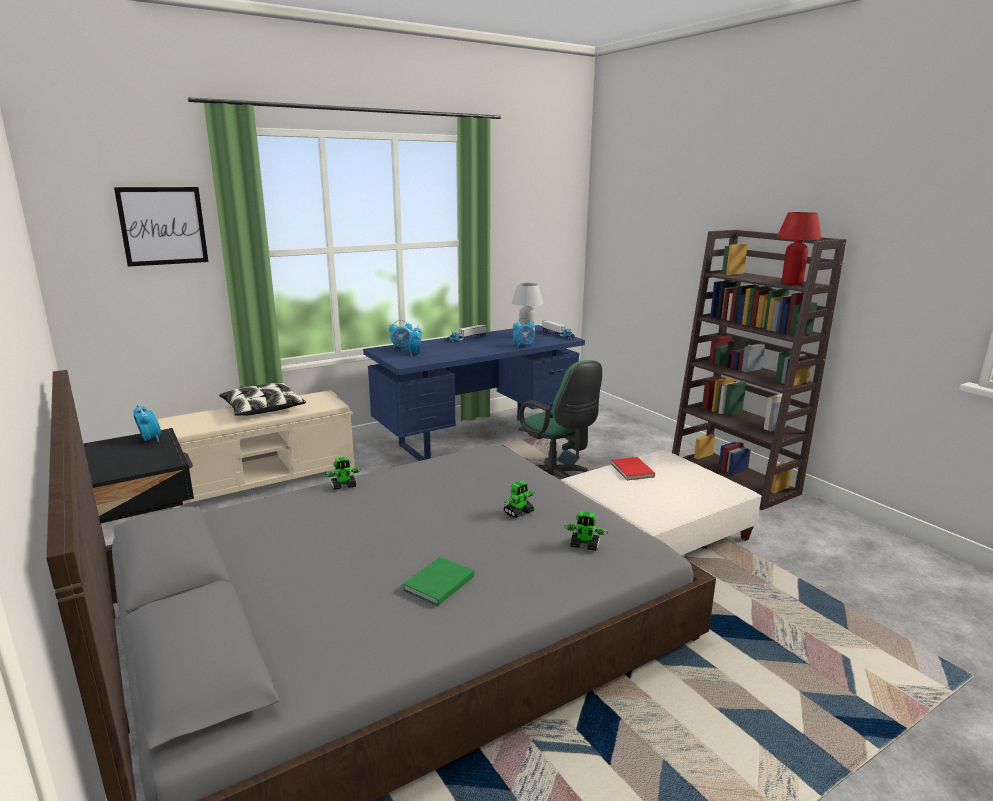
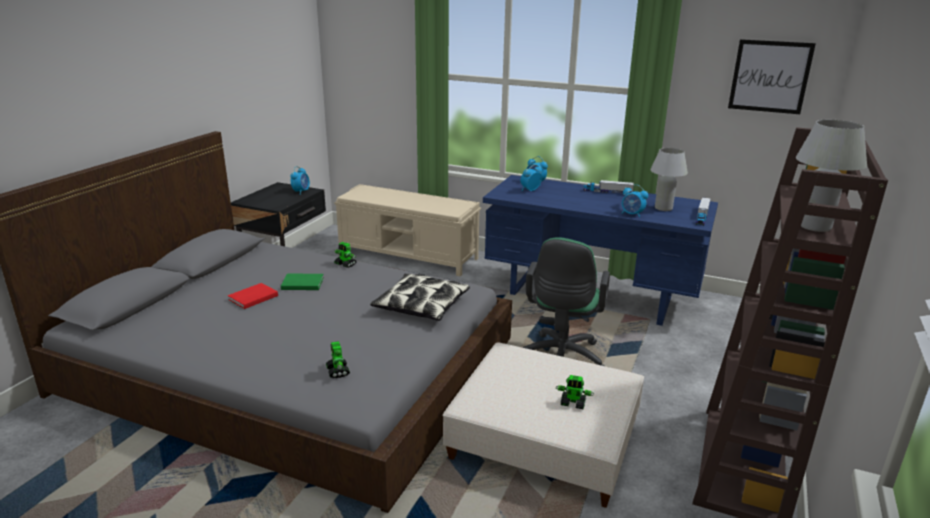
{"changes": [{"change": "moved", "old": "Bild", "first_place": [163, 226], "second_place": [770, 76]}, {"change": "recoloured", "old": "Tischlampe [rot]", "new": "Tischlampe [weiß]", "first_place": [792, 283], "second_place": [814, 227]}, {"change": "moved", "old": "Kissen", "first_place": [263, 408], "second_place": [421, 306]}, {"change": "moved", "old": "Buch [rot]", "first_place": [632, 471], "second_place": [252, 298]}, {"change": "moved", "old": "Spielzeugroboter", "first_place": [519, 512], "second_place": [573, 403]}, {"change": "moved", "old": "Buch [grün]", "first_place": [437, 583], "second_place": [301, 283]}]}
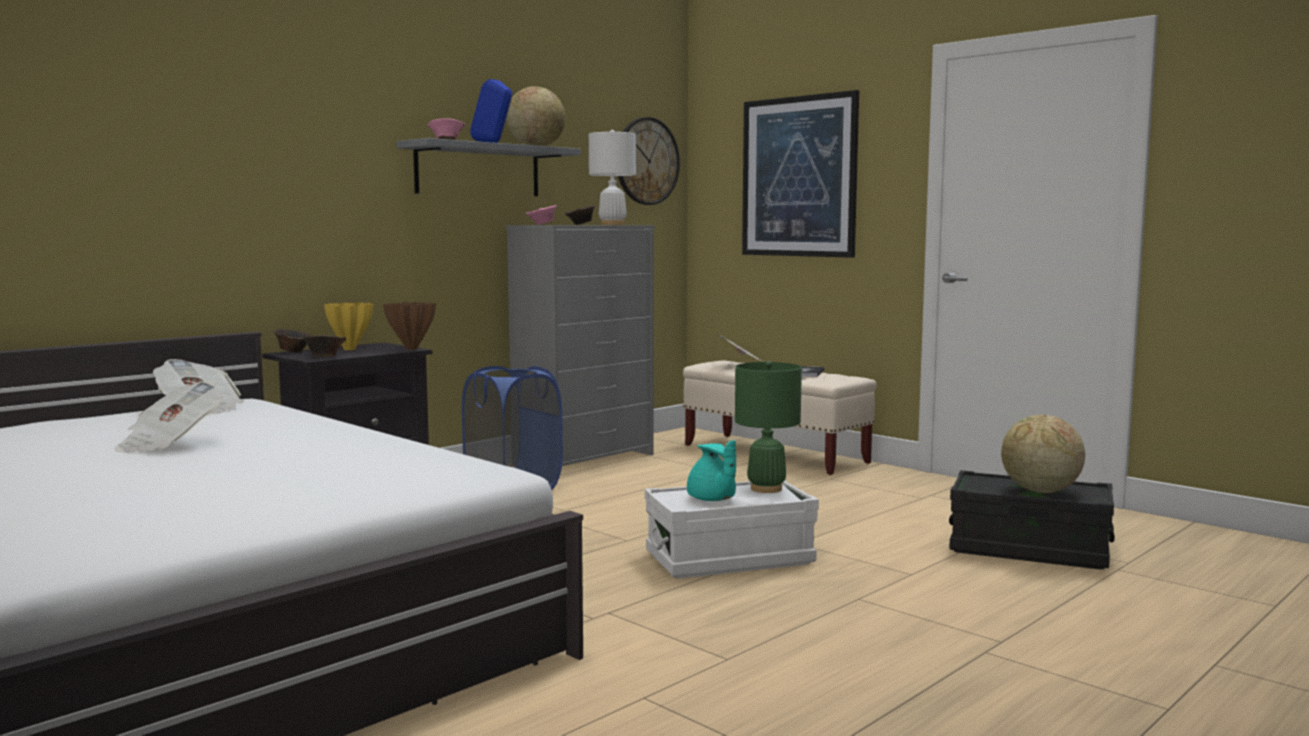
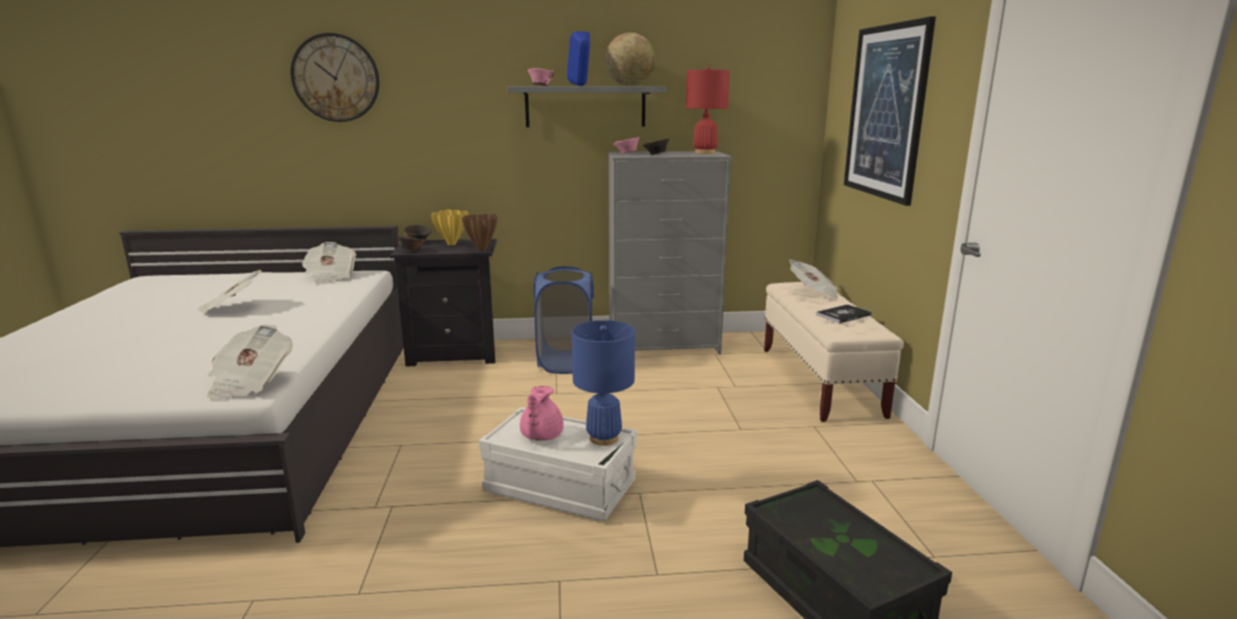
{"changes": [{"change": "moved", "old": "Wanduhr", "first_place": [646, 161], "second_place": [336, 78]}, {"change": "recoloured", "old": "Tischlampe [weiß]", "new": "Tischlampe [rot]", "first_place": [612, 224], "second_place": [705, 153]}, {"change": "recoloured", "old": "Tischlampe [grün]", "new": "Tischlampe [blau]", "first_place": [766, 489], "second_place": [603, 438]}, {"change": "removed", "old": "Globus", "first_place": [1040, 491]}, {"change": "recoloured", "old": "Teekanne [türkis]", "new": "Teekanne [rosa]", "first_place": [712, 499], "second_place": [540, 436]}, {"change": "added", "new": "Zeitung", "second_place": [250, 383]}]}
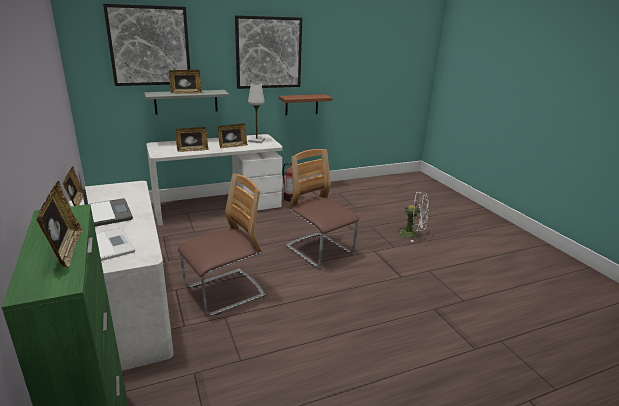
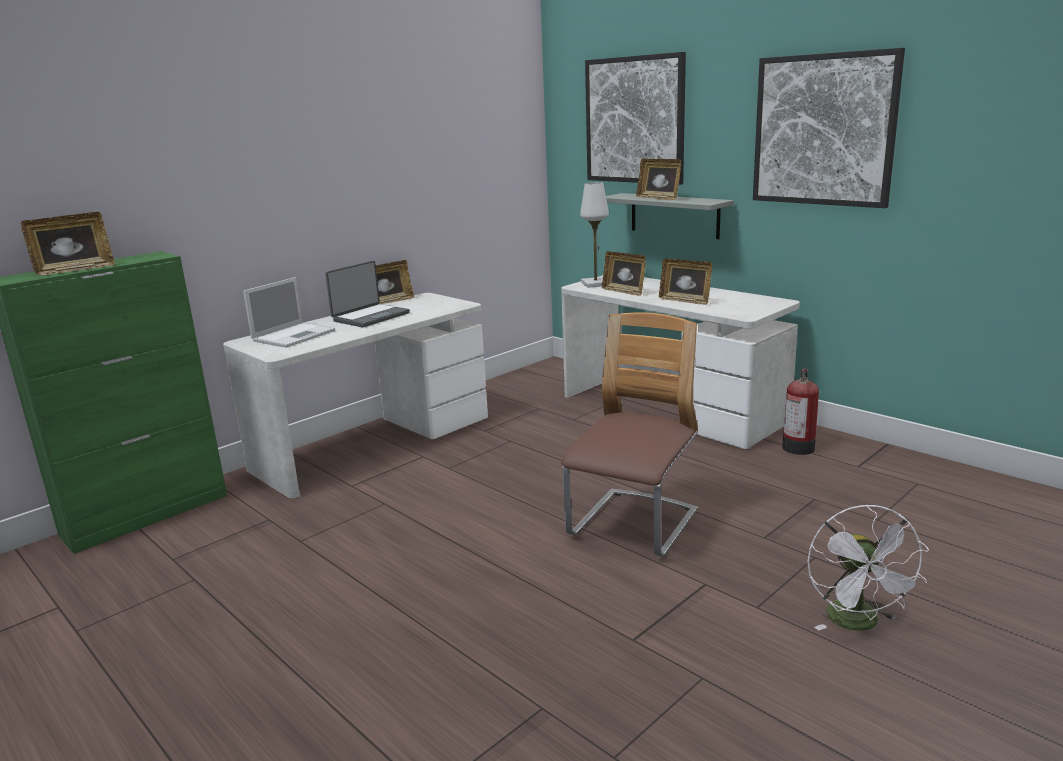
{"changes": [{"change": "moved", "old": "Tischlampe [weiß]", "first_place": [256, 140], "second_place": [595, 284]}, {"change": "removed", "old": "Wandregal [braun]", "first_place": [301, 104]}, {"change": "removed", "old": "Stuhl", "first_place": [224, 292]}]}
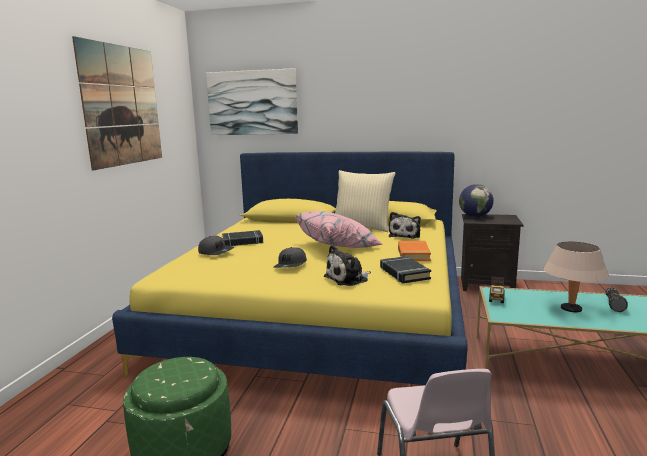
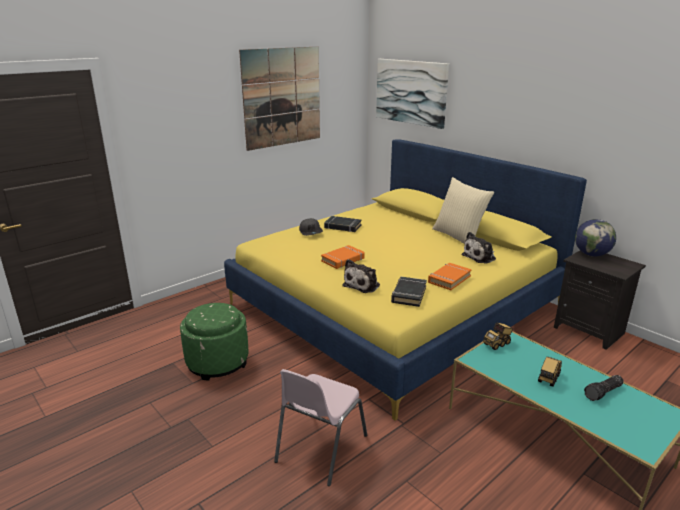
{"changes": [{"change": "removed", "old": "Kissen [rosa]", "first_place": [338, 246]}, {"change": "replaced", "old": "Tischlampe [beige]", "new": "Spielzeuglaster", "first_place": [570, 309], "second_place": [548, 378]}, {"change": "turned", "old": "Plüschtier", "first_place": [348, 278], "second_place": [363, 285], "degrees": -60}, {"change": "replaced", "old": "Kappe [grau]", "new": "Buch [orange]", "first_place": [291, 265], "second_place": [343, 260]}]}
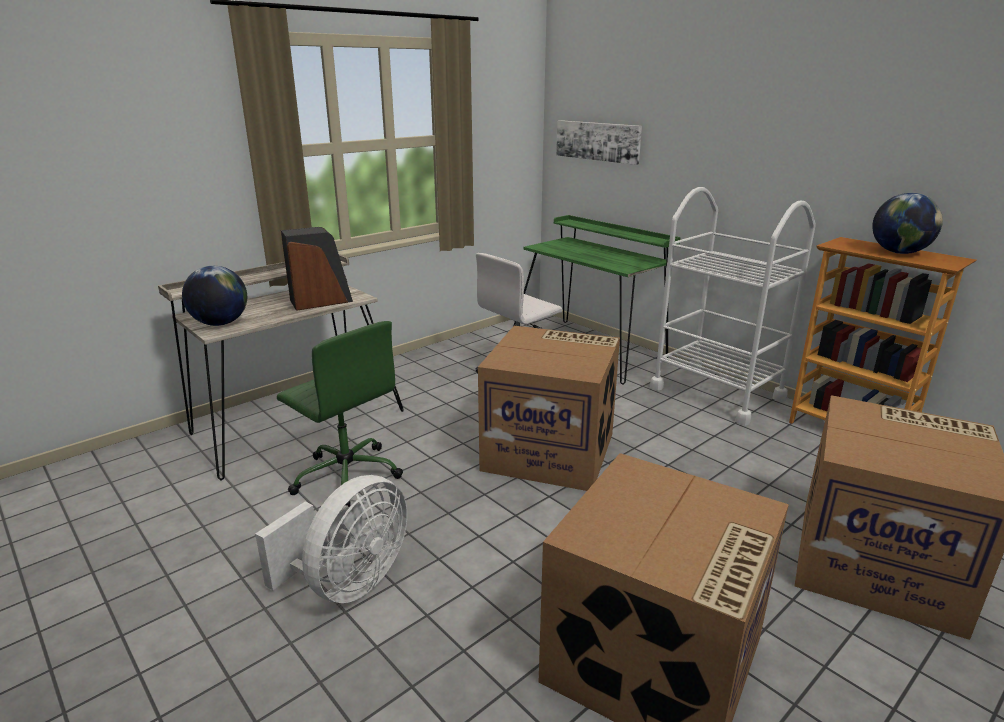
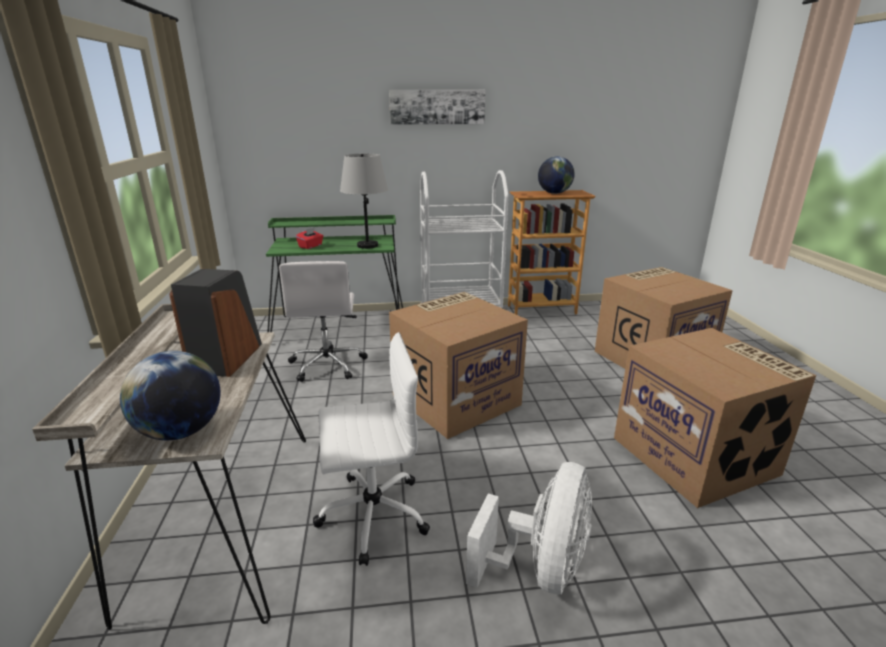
{"changes": [{"change": "moved", "old": "Bild", "first_place": [598, 141], "second_place": [437, 107]}, {"change": "recoloured", "old": "Bürostuhl [grün]", "new": "Bürostuhl [weiß]", "first_place": [346, 475], "second_place": [371, 514]}, {"change": "turned", "old": "Ventilator [weiß]", "first_place": [348, 583], "second_place": [540, 568], "degrees": 45}, {"change": "added", "new": "Tischlampe [grau]", "second_place": [367, 245]}, {"change": "added", "new": "Taschentuchbox [rot]", "second_place": [311, 246]}]}
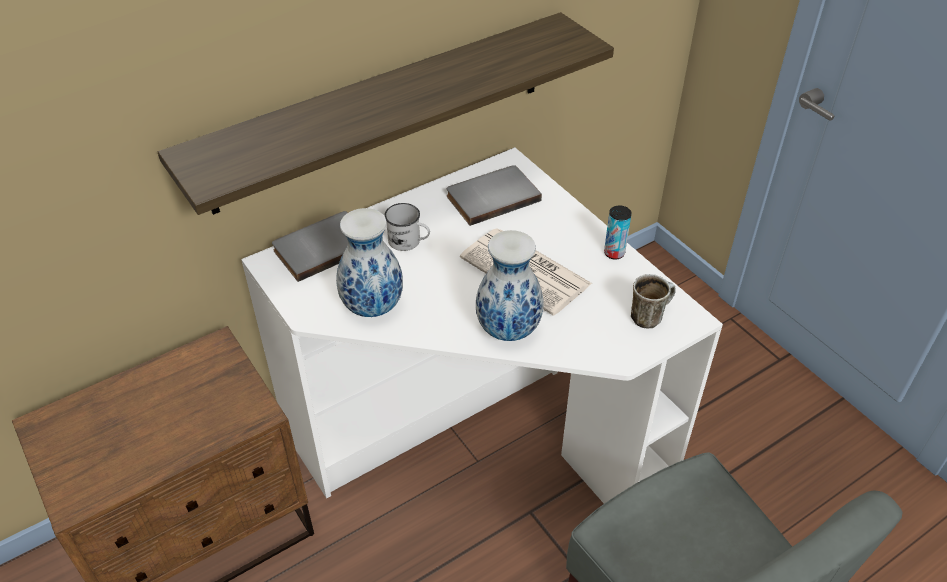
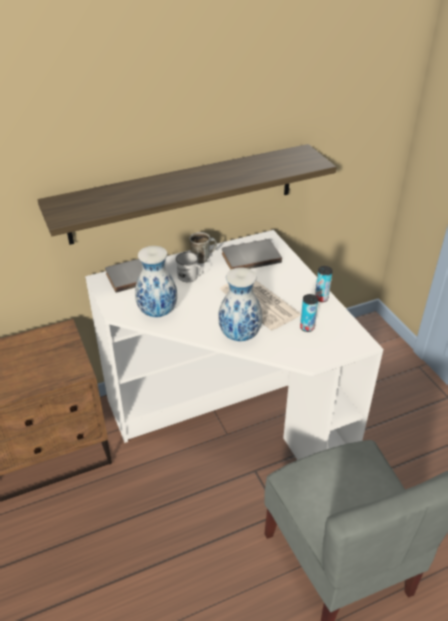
{"changes": [{"change": "moved", "old": "Henkelbecher", "first_place": [649, 316], "second_place": [203, 258]}, {"change": "added", "new": "Dose", "second_place": [307, 327]}]}
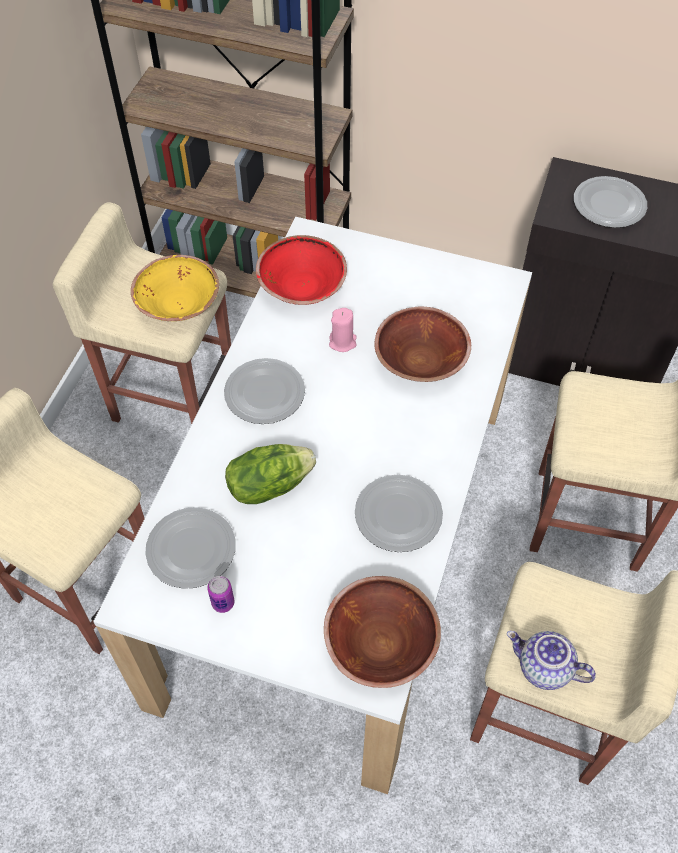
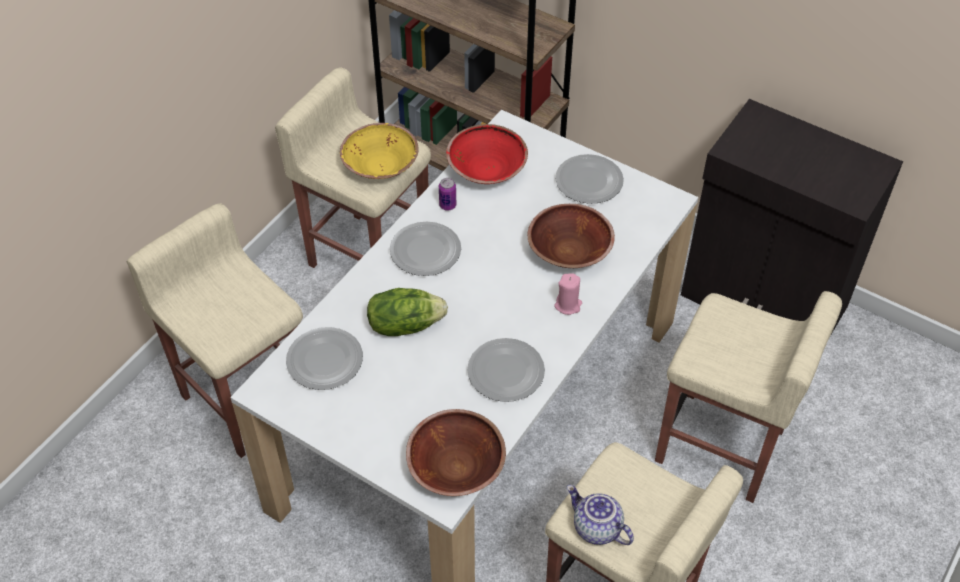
{"changes": [{"change": "moved", "old": "Teller", "first_place": [610, 205], "second_place": [590, 181]}, {"change": "moved", "old": "Kerze [rosa]", "first_place": [343, 342], "second_place": [568, 305]}, {"change": "moved", "old": "Dose", "first_place": [223, 603], "second_place": [447, 205]}]}
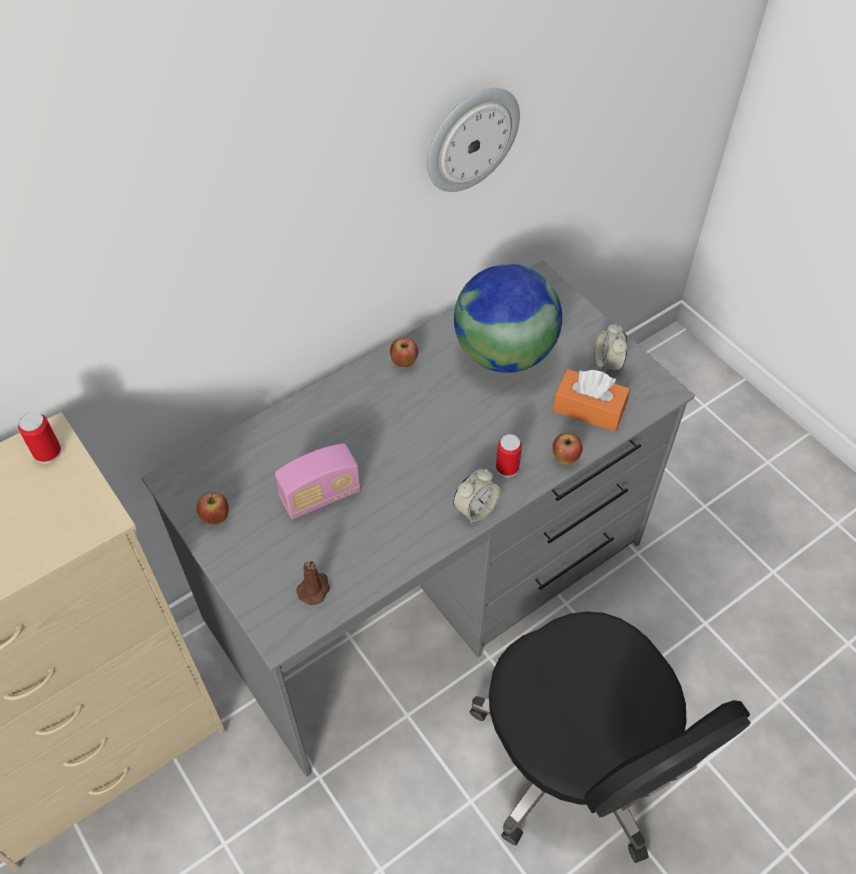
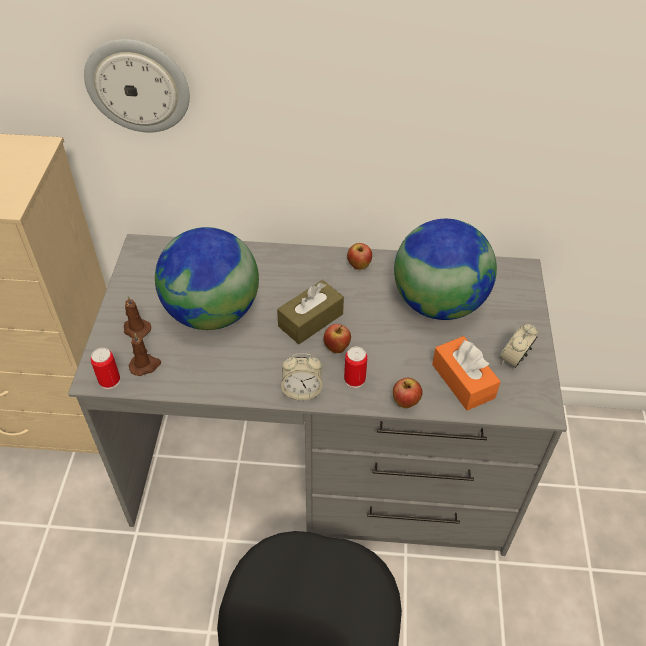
{"changes": [{"change": "moved", "old": "Wanduhr", "first_place": [471, 139], "second_place": [138, 85]}, {"change": "moved", "old": "Dose", "first_place": [48, 453], "second_place": [109, 381]}, {"change": "replaced", "old": "Radio", "new": "Globus", "first_place": [320, 496], "second_place": [212, 313]}, {"change": "moved", "old": "Apfel", "first_place": [216, 518], "second_place": [336, 348]}, {"change": "added", "new": "Taschentuchbox [braun]", "second_place": [310, 320]}, {"change": "added", "new": "Kerze [braun]", "second_place": [136, 329]}]}
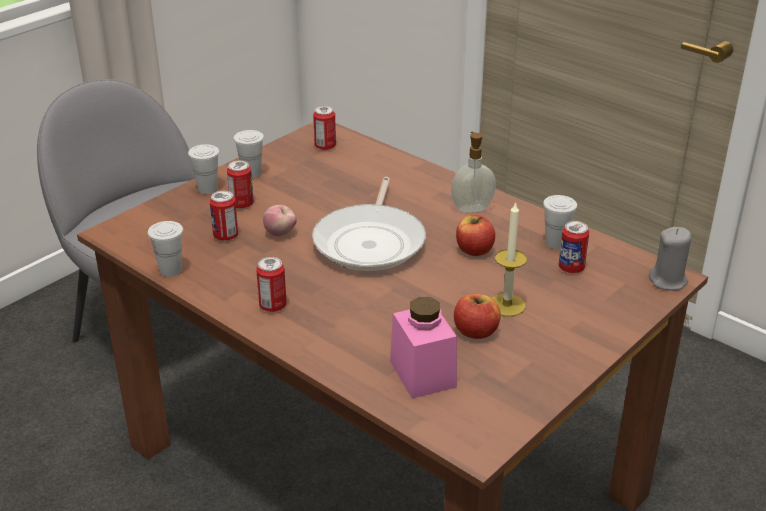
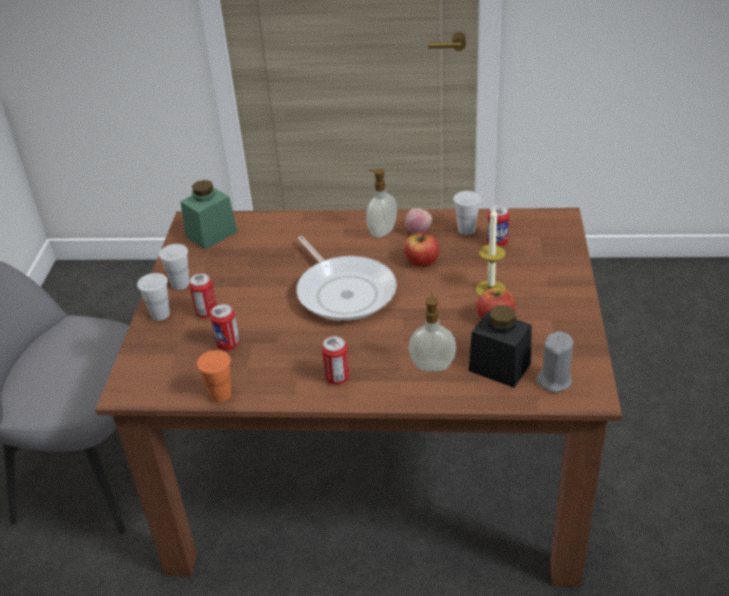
{"changes": [{"change": "replaced", "old": "Dose", "new": "Vorratsglas [grün]", "first_place": [325, 146], "second_place": [211, 234]}, {"change": "moved", "old": "Apfel", "first_place": [280, 233], "second_place": [418, 231]}, {"change": "recoloured", "old": "Tasse [weiß]", "new": "Tasse [orange]", "first_place": [170, 270], "second_place": [220, 395]}, {"change": "moved", "old": "Kerze [grau]", "first_place": [668, 281], "second_place": [554, 380]}, {"change": "recoloured", "old": "Vorratsglas [rosa]", "new": "Vorratsglas [schwarz]", "first_place": [423, 374], "second_place": [499, 367]}, {"change": "added", "new": "Seifenspender", "second_place": [432, 365]}]}
